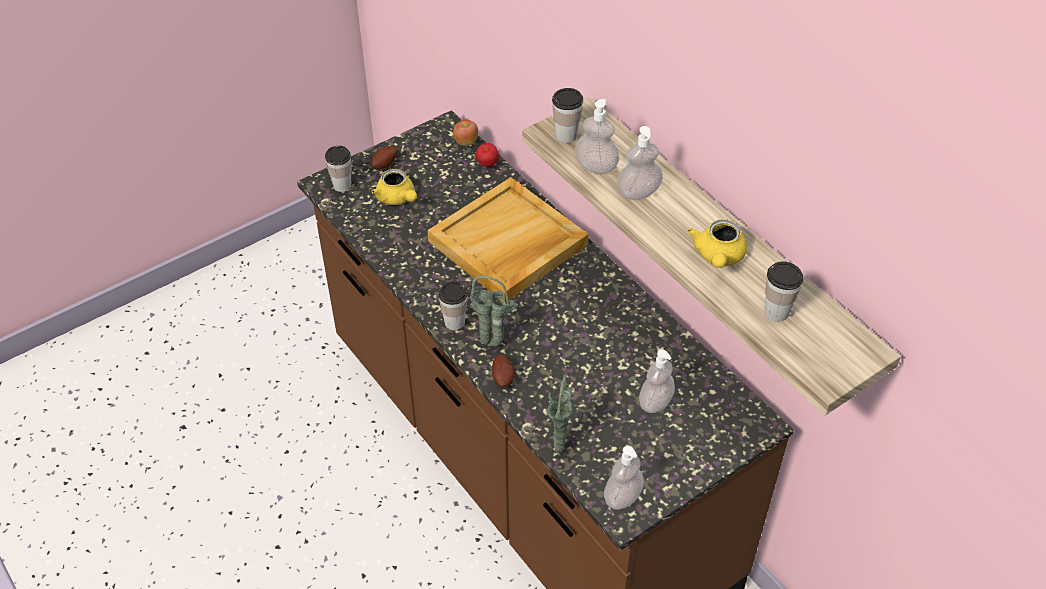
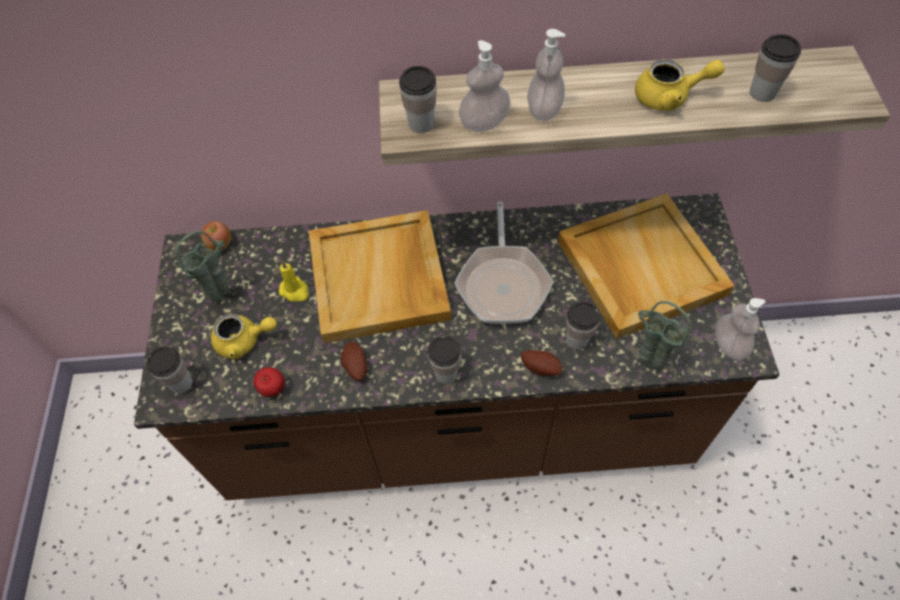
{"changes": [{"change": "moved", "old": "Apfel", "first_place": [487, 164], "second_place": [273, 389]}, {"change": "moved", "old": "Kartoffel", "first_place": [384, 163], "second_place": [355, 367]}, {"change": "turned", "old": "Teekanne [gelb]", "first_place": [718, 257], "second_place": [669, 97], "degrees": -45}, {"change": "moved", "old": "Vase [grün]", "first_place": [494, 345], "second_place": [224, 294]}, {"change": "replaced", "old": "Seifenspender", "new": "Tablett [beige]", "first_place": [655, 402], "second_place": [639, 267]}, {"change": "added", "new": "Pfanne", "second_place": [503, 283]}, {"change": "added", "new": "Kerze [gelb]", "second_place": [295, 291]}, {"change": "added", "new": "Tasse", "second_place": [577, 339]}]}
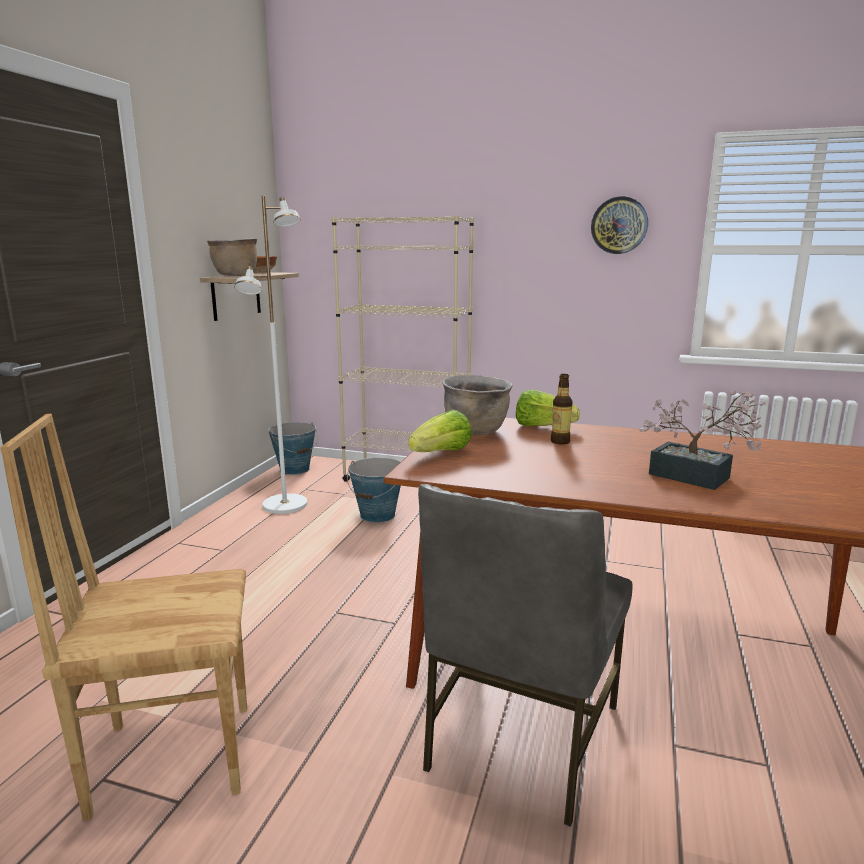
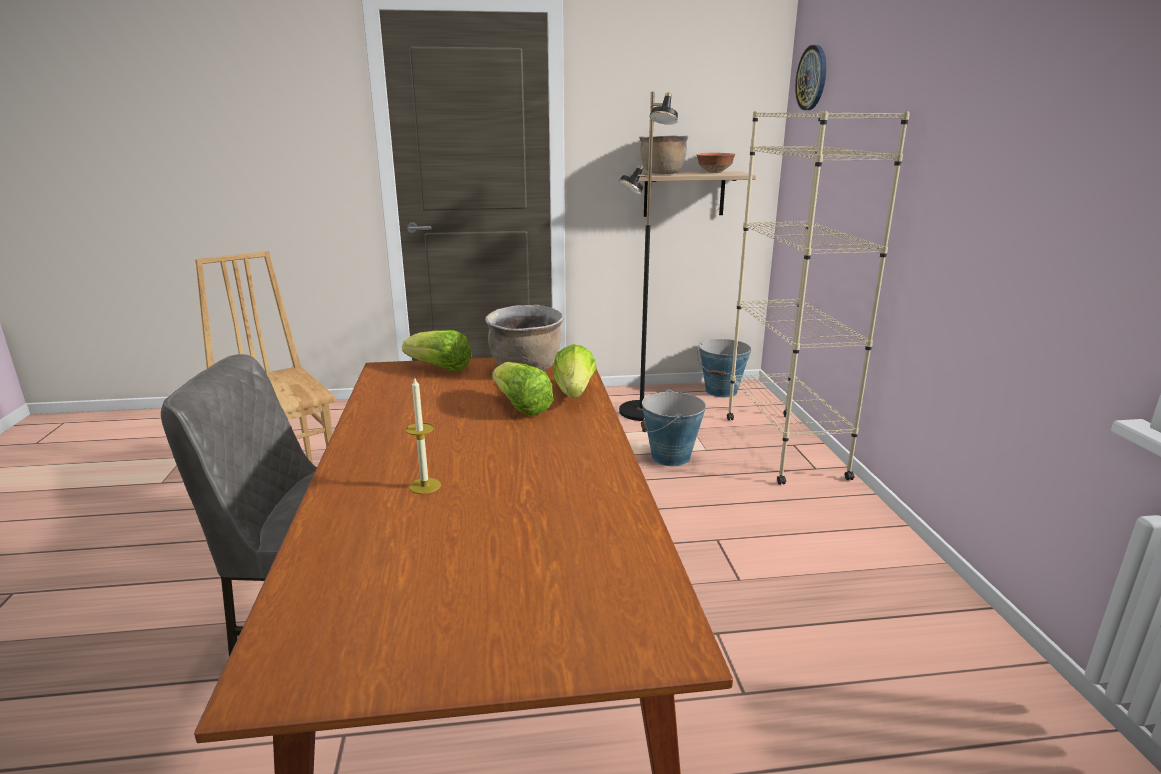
{"changes": [{"change": "recoloured", "old": "Stehlampe [weiß]", "new": "Stehlampe [schwarz]", "first_place": [285, 505], "second_place": [640, 412]}, {"change": "moved", "old": "Wanduhr", "first_place": [619, 225], "second_place": [812, 78]}, {"change": "replaced", "old": "Flasche", "new": "Salatkopf", "first_place": [560, 441], "second_place": [521, 407]}, {"change": "replaced", "old": "Topfpflanze", "new": "Kerze", "first_place": [697, 478], "second_place": [425, 486]}]}
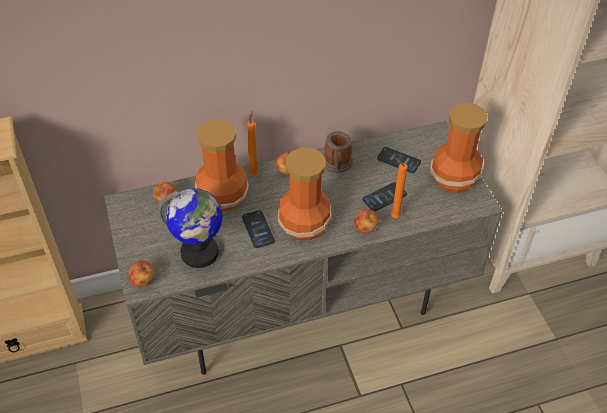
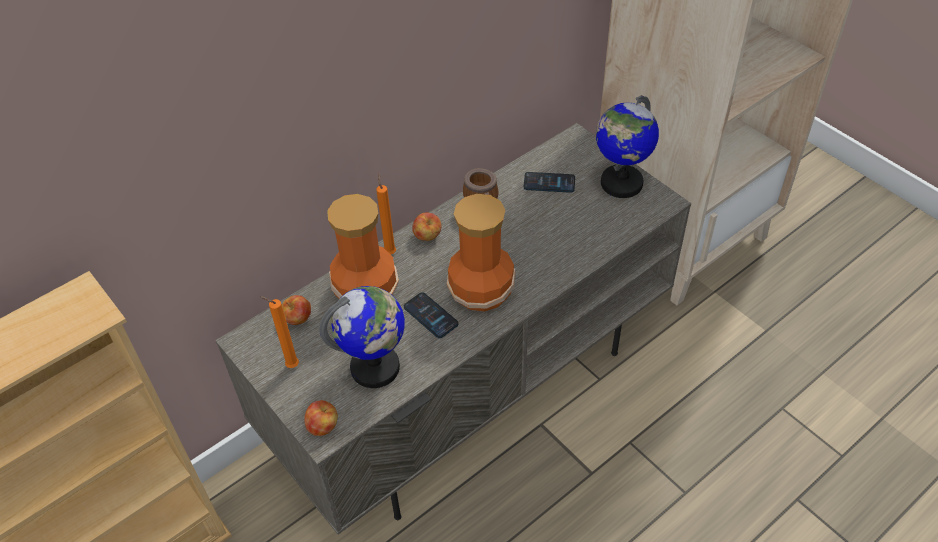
{"changes": [{"change": "replaced", "old": "Vase", "new": "Globus", "first_place": [454, 178], "second_place": [620, 183]}, {"change": "moved", "old": "Kerze [orange]", "first_place": [393, 216], "second_place": [290, 365]}, {"change": "removed", "old": "Handy", "first_place": [384, 197]}, {"change": "removed", "old": "Apfel", "first_place": [365, 228]}]}
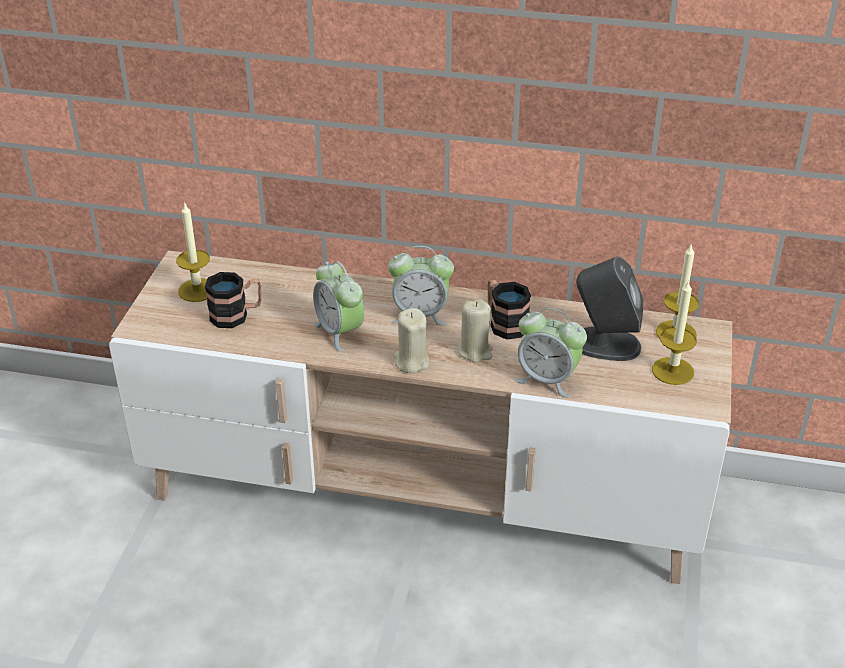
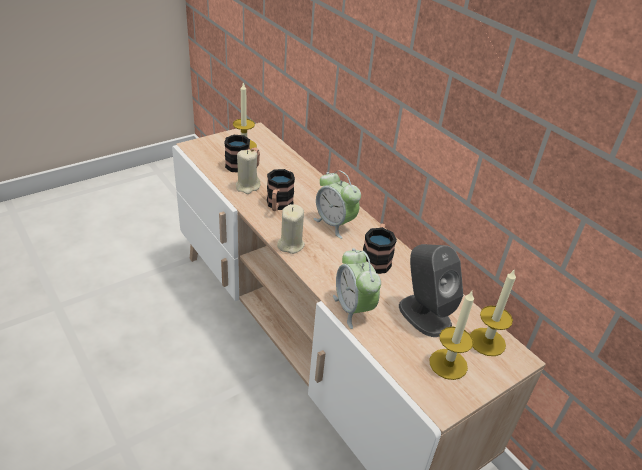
{"changes": [{"change": "replaced", "old": "Wecker", "new": "Henkelbecher", "first_place": [339, 331], "second_place": [278, 205]}, {"change": "moved", "old": "Kerze [beige]", "first_place": [475, 351], "second_place": [247, 186]}]}
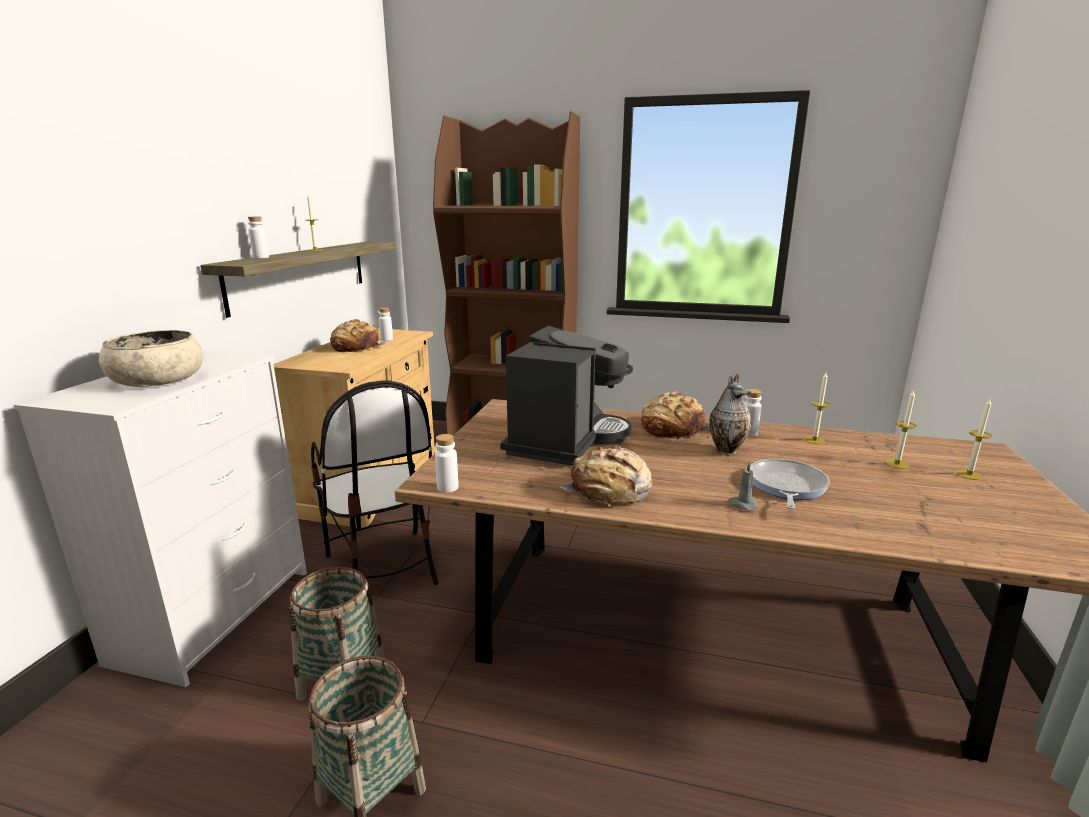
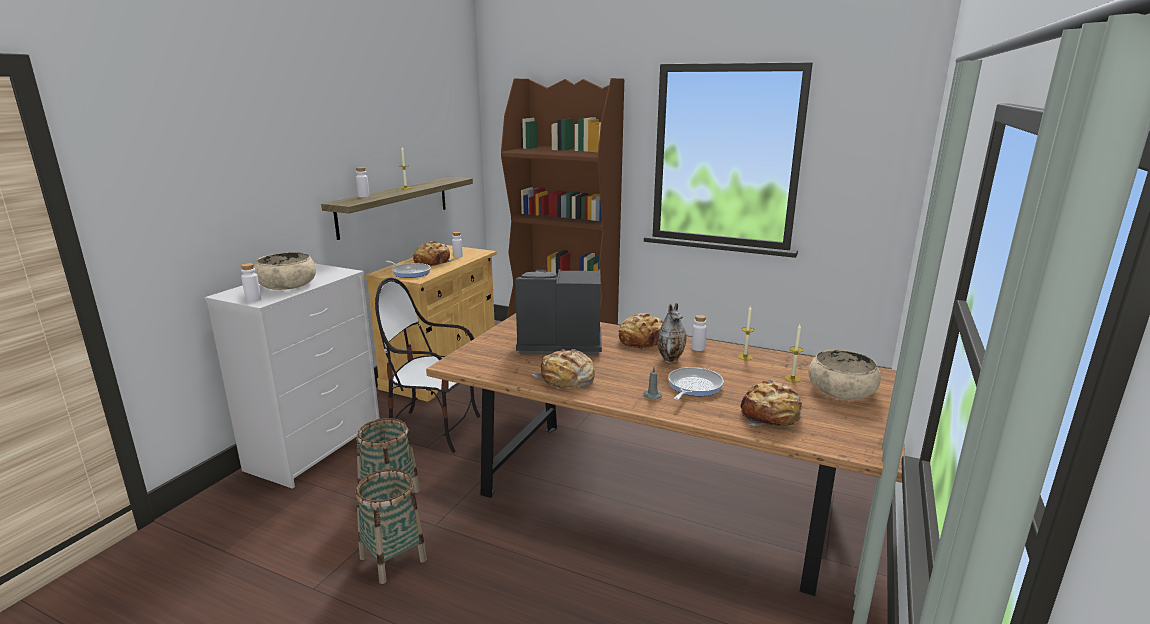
{"changes": [{"change": "turned", "old": "Kaffeemaschine", "first_place": [565, 440], "second_place": [557, 343], "degrees": -120}, {"change": "turned", "old": "Stuhl", "first_place": [383, 567], "second_place": [434, 429], "degrees": 120}, {"change": "replaced", "old": "Kerze", "new": "Schüssel [beige]", "first_place": [969, 475], "second_place": [841, 390]}, {"change": "moved", "old": "Flasche [weiß]", "first_place": [447, 487], "second_place": [253, 299]}, {"change": "added", "new": "Pfanne", "second_place": [410, 272]}, {"change": "added", "new": "Brot", "second_place": [770, 415]}]}
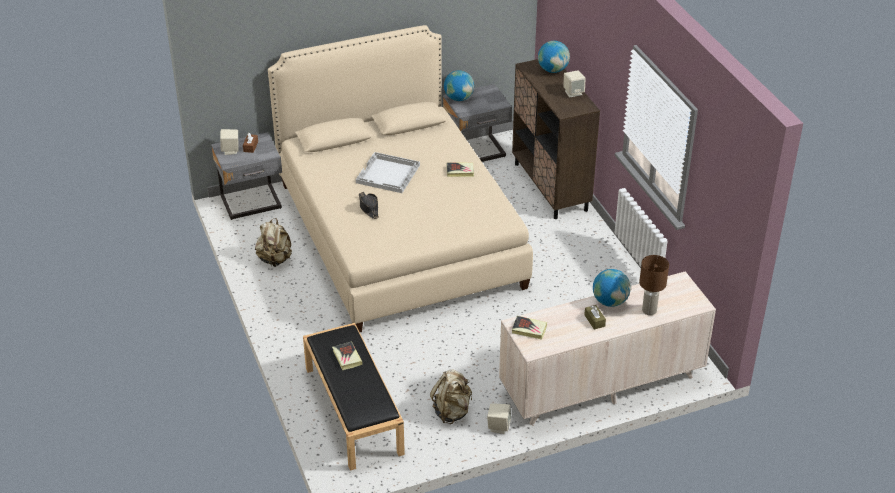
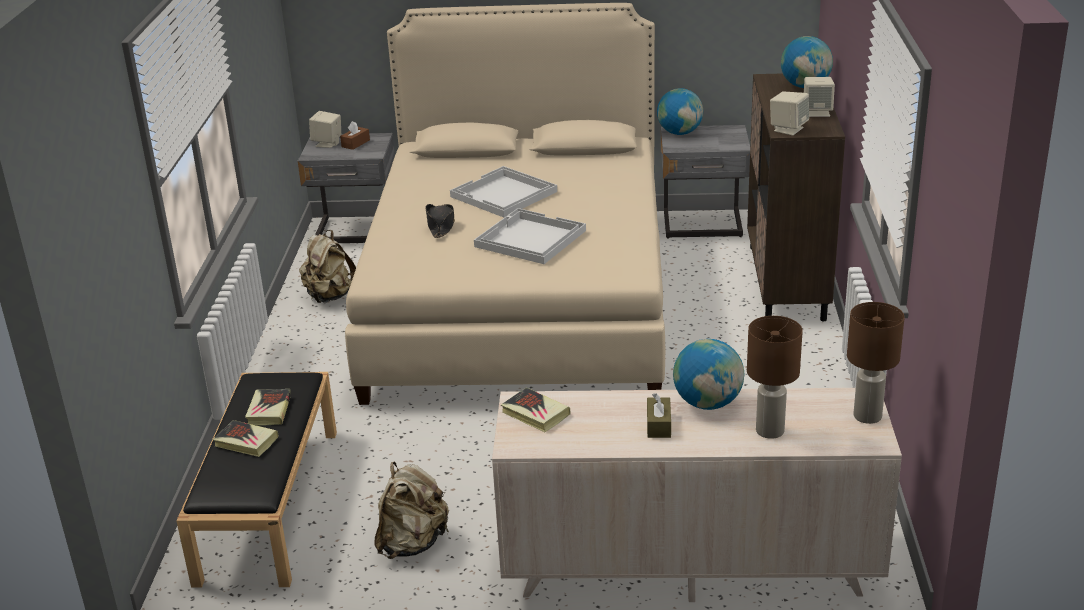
{"changes": [{"change": "moved", "old": "Buch", "first_place": [460, 171], "second_place": [246, 442]}, {"change": "moved", "old": "Lautsprecher [beige]", "first_place": [498, 426], "second_place": [788, 129]}, {"change": "added", "new": "Tablett [weiß]", "second_place": [529, 239]}, {"change": "added", "new": "Tischlampe [braun]", "second_place": [868, 416]}]}
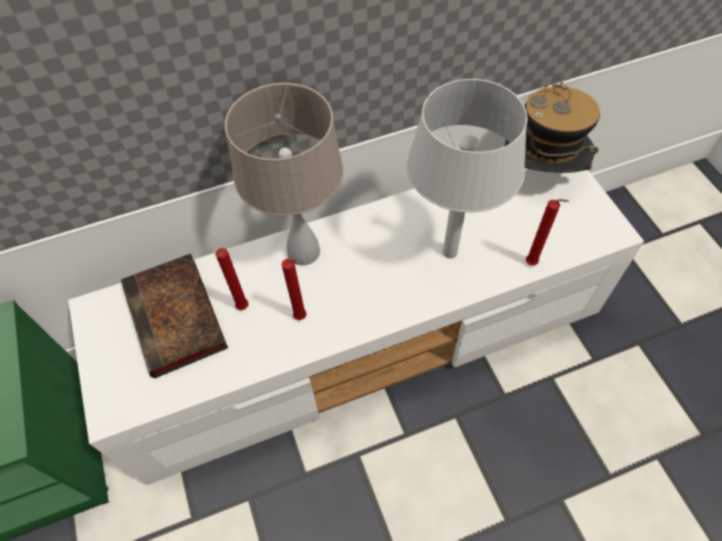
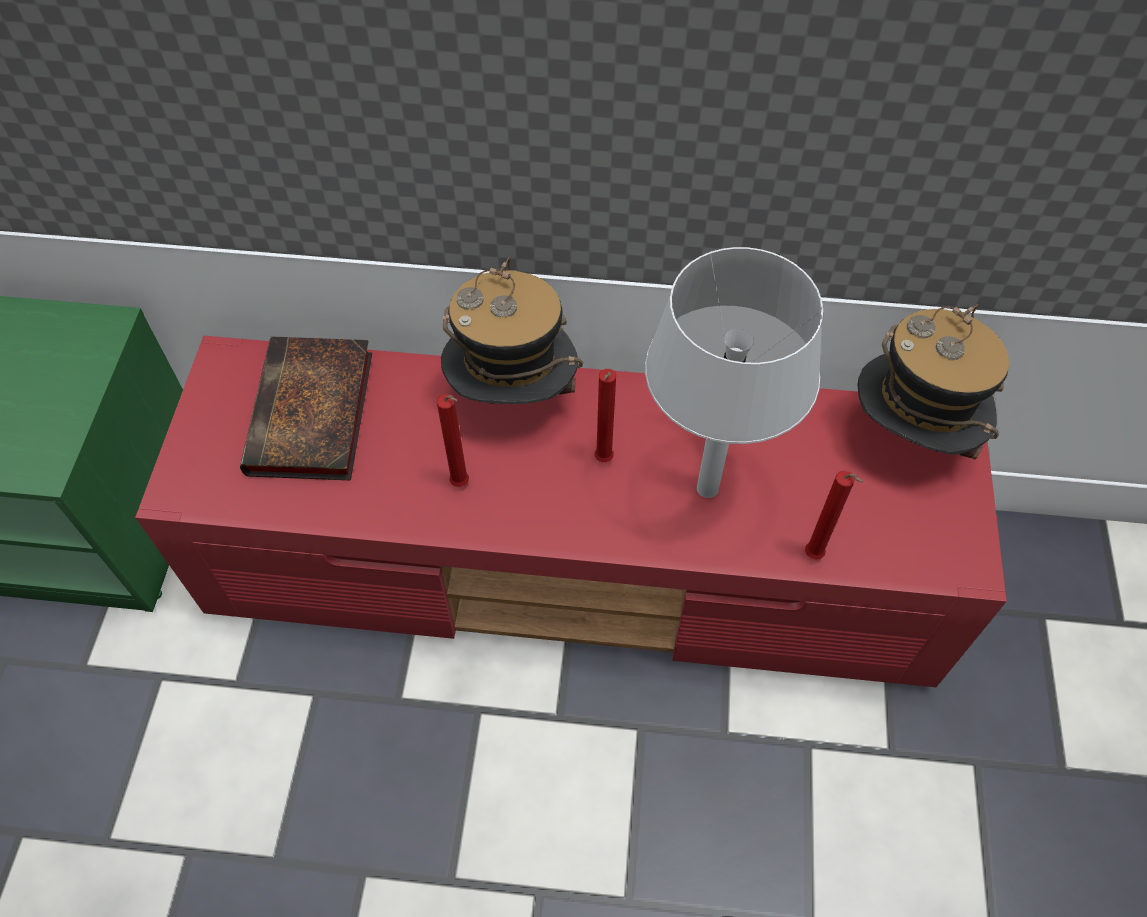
{"changes": [{"change": "replaced", "old": "Tischlampe [beige]", "new": "Hut", "first_place": [303, 251], "second_place": [513, 399]}, {"change": "recoloured", "old": "Fernsehschrank [weiß]", "new": "Fernsehschrank [rot]", "first_place": [366, 339], "second_place": [578, 565]}, {"change": "moved", "old": "Kerze [rot]", "first_place": [243, 309], "second_place": [602, 461]}]}
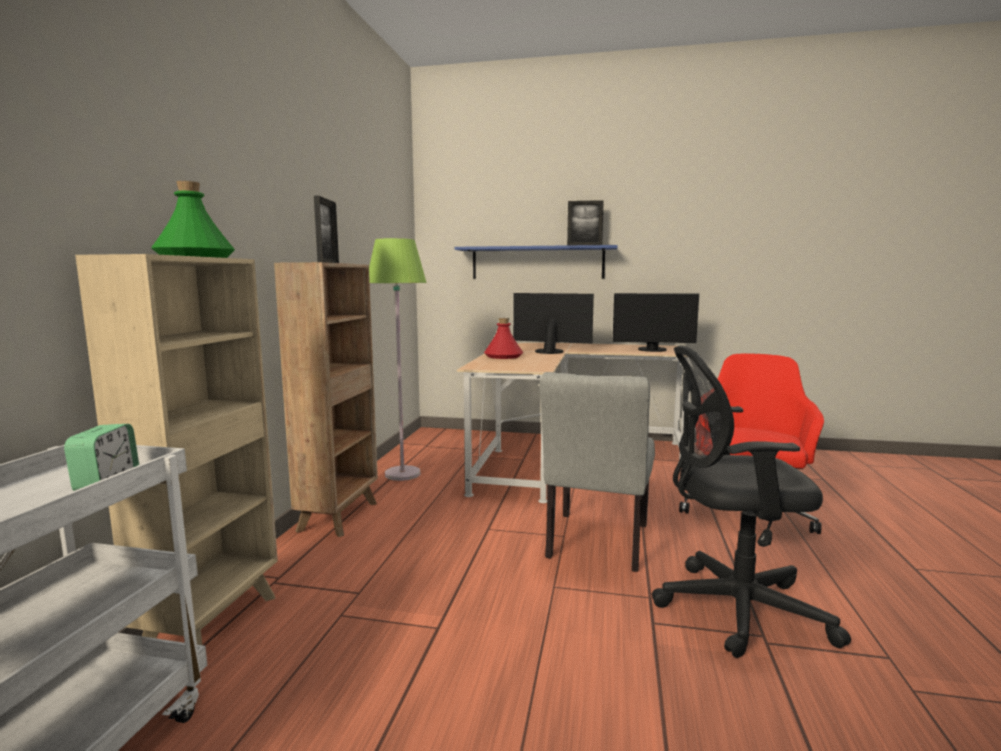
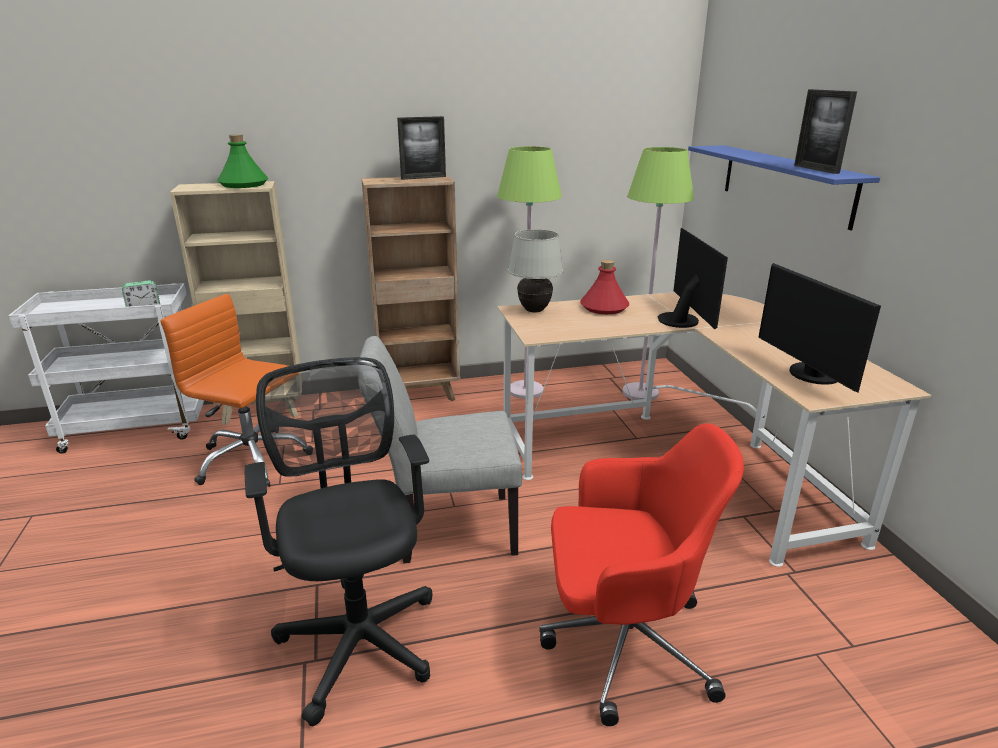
{"changes": [{"change": "added", "new": "Stehlampe [grün]", "second_place": [640, 393]}, {"change": "added", "new": "Tischlampe [weiß]", "second_place": [534, 311]}, {"change": "added", "new": "Bürostuhl [orange]", "second_place": [252, 460]}]}
